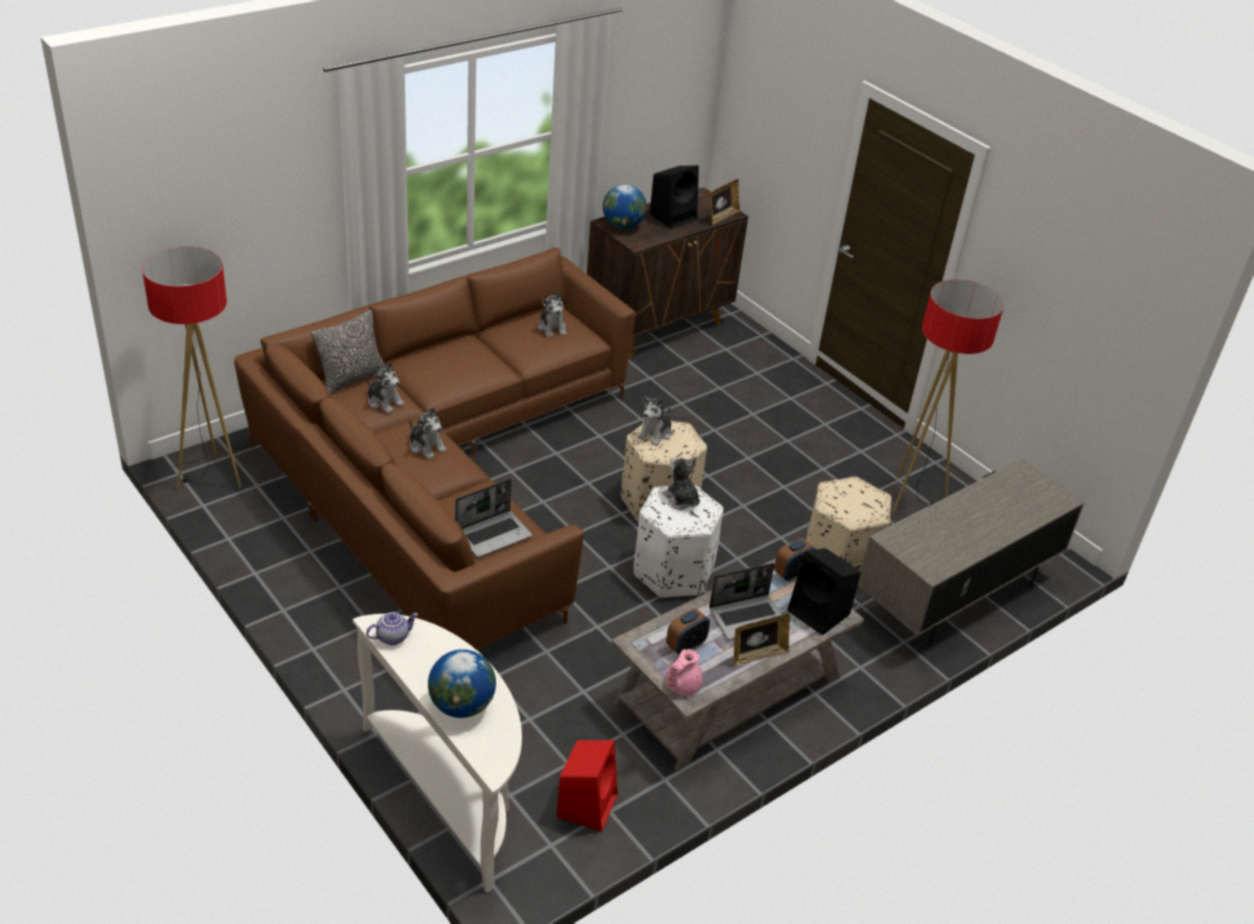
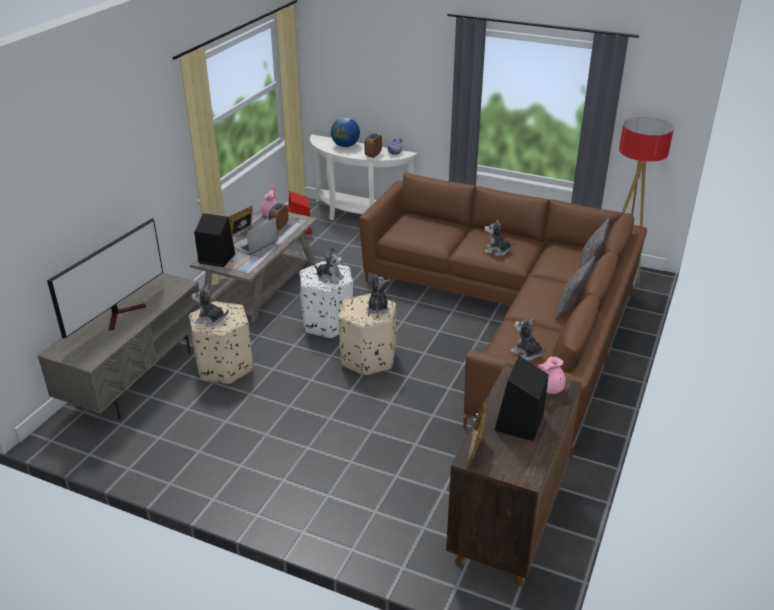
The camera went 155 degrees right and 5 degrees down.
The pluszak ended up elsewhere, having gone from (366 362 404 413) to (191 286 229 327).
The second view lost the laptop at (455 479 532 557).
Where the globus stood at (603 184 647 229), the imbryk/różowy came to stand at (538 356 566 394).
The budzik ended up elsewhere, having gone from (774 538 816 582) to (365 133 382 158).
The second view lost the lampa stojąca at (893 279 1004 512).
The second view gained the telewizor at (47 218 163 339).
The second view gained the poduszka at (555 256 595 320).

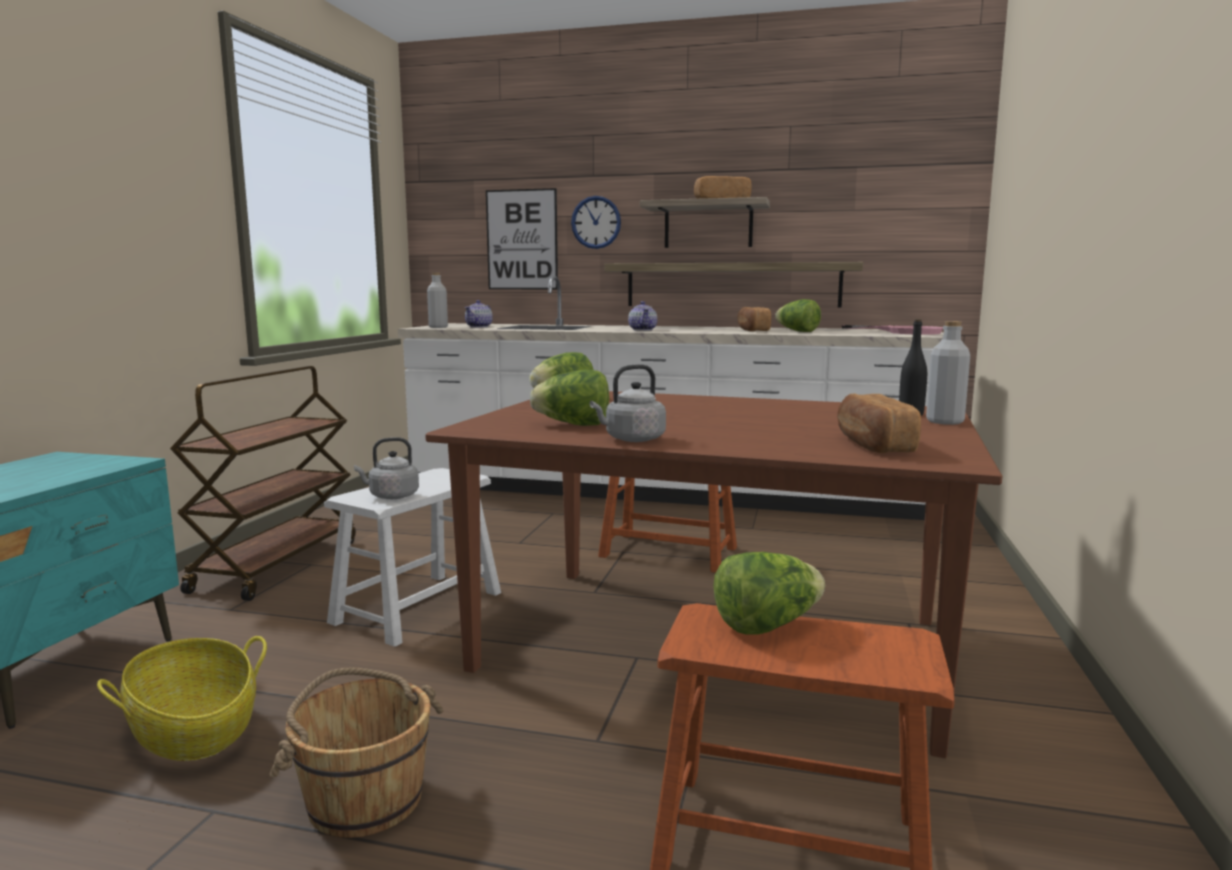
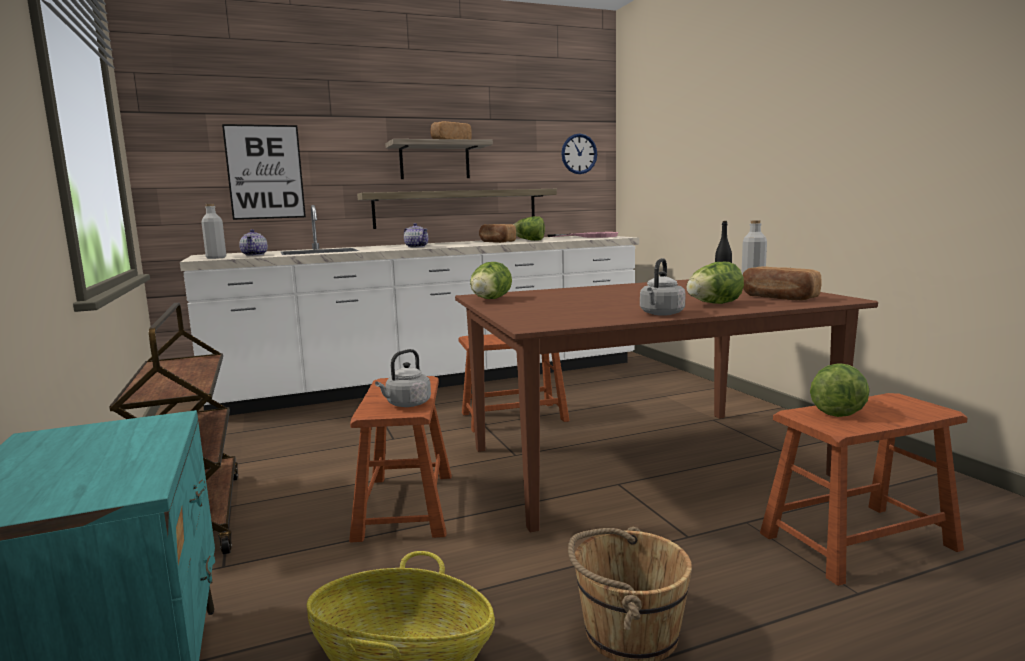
The camera went 35 degrees left and 0 degrees up.
What was the stołek/biały at (324 468 501 647) turned into the stołek/brązowy at (349 376 452 543).
The sałata ended up elsewhere, having gone from (530 370 609 426) to (686 262 744 304).
The zegar ścienny ended up elsewhere, having gone from (571 196 621 249) to (561 133 597 174).

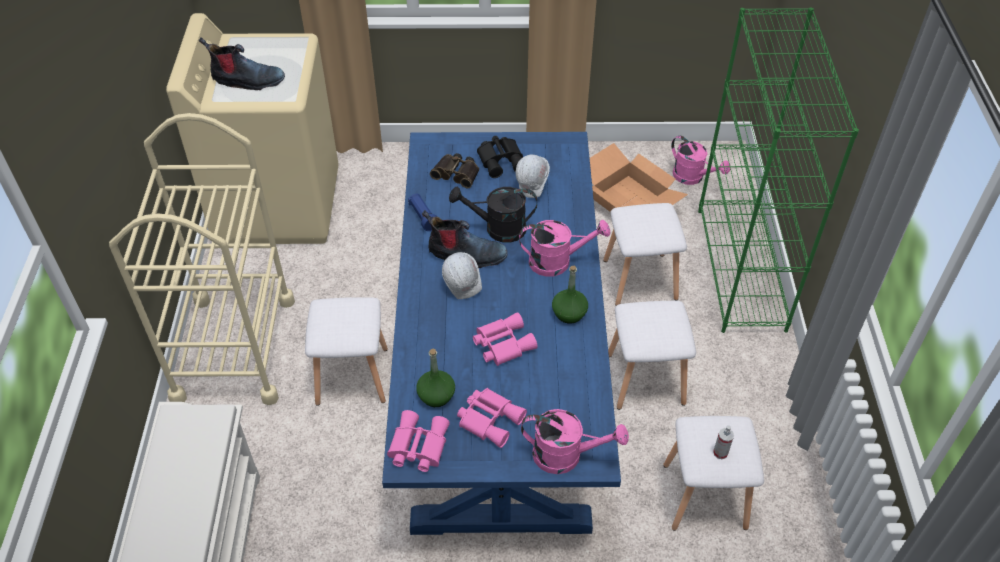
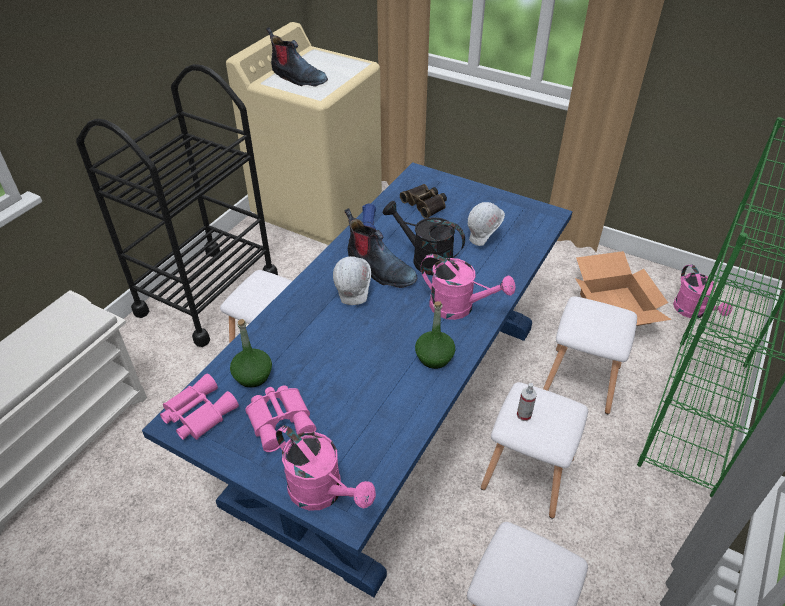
The camera went 30 degrees right and 5 degrees down.
What was the wózek/beżowy at (109 113 295 405) turned into the wózek/czarny at (76 64 278 347).
The second view lost the lornetka/różowy at (473 312 538 366).
The second view lost the lornetka/czarny at (477 136 523 178).
The spryskiwacz ended up elsewhere, having gone from (713 425 734 459) to (517 383 537 421).

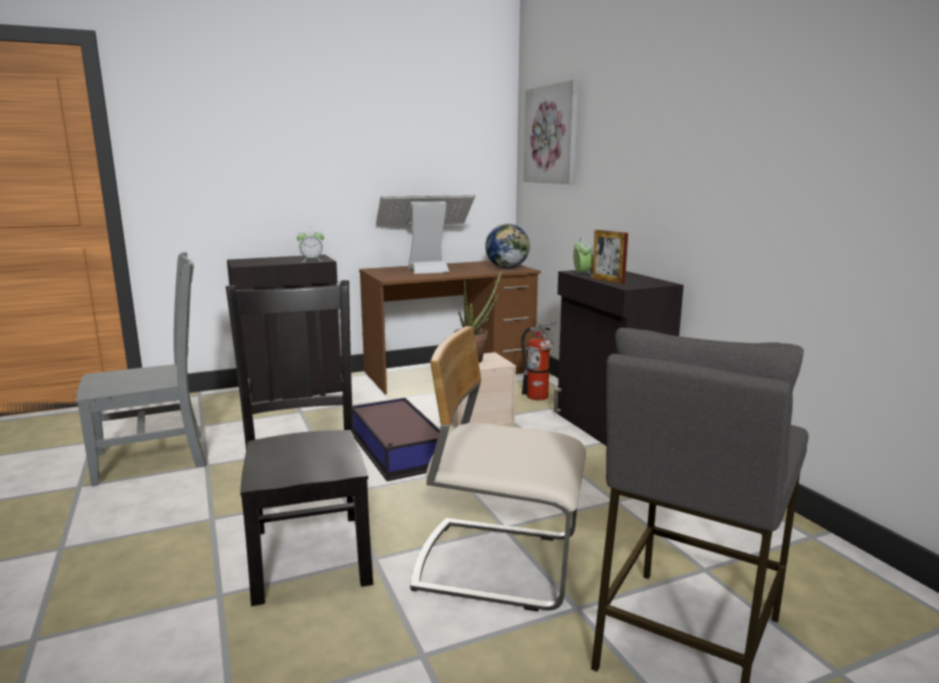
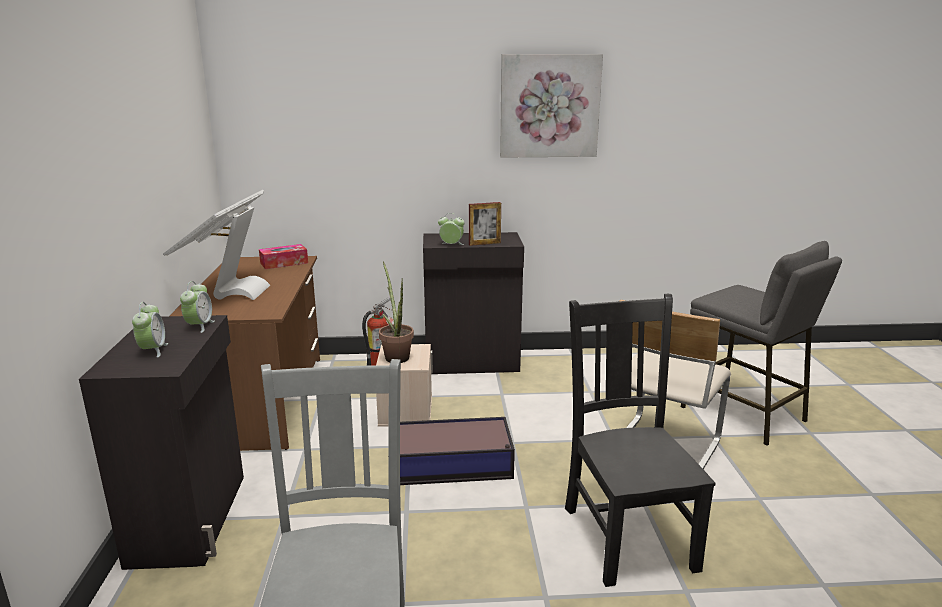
The camera went 70 degrees left and 5 degrees up.
The krzesło/czarny at (226 280 373 606) ended up facing another way, 75 degrees clockwise from before.
Where the globus stood at (485 224 530 269), the pudełko chusteczek came to stand at (259 244 308 269).
The obraz ended up elsewhere, having gone from (524 79 579 184) to (500 54 603 158).
The second view gained the budzik at (132 302 168 358).

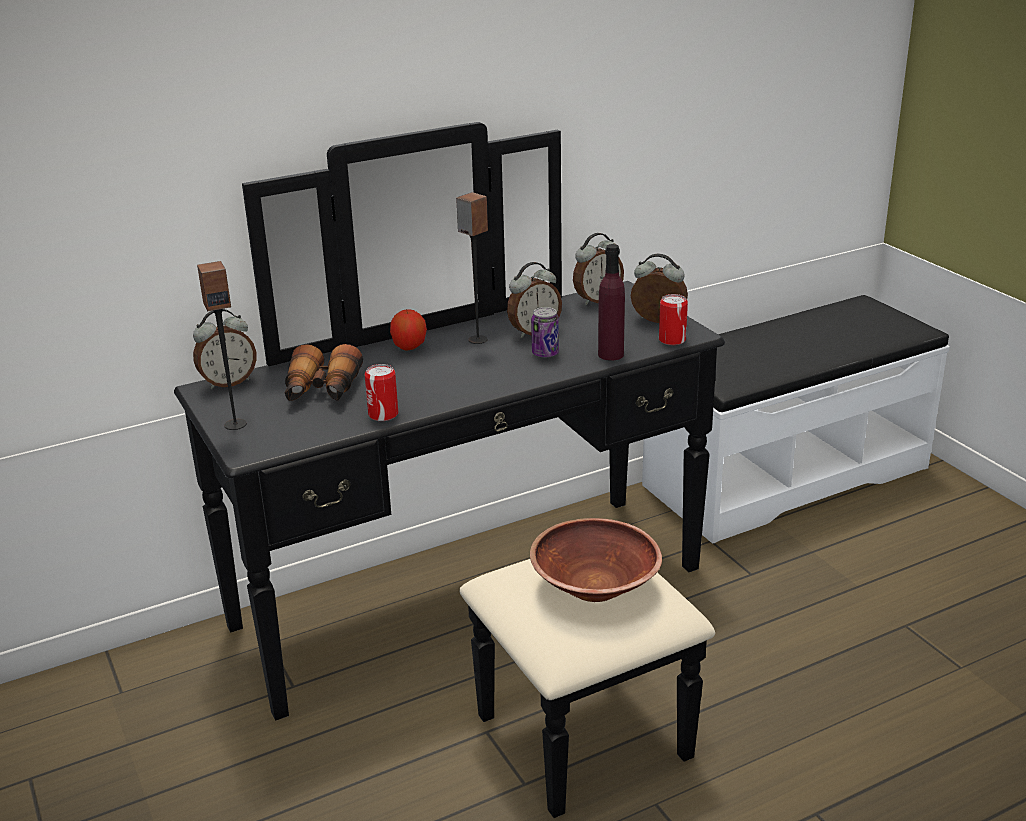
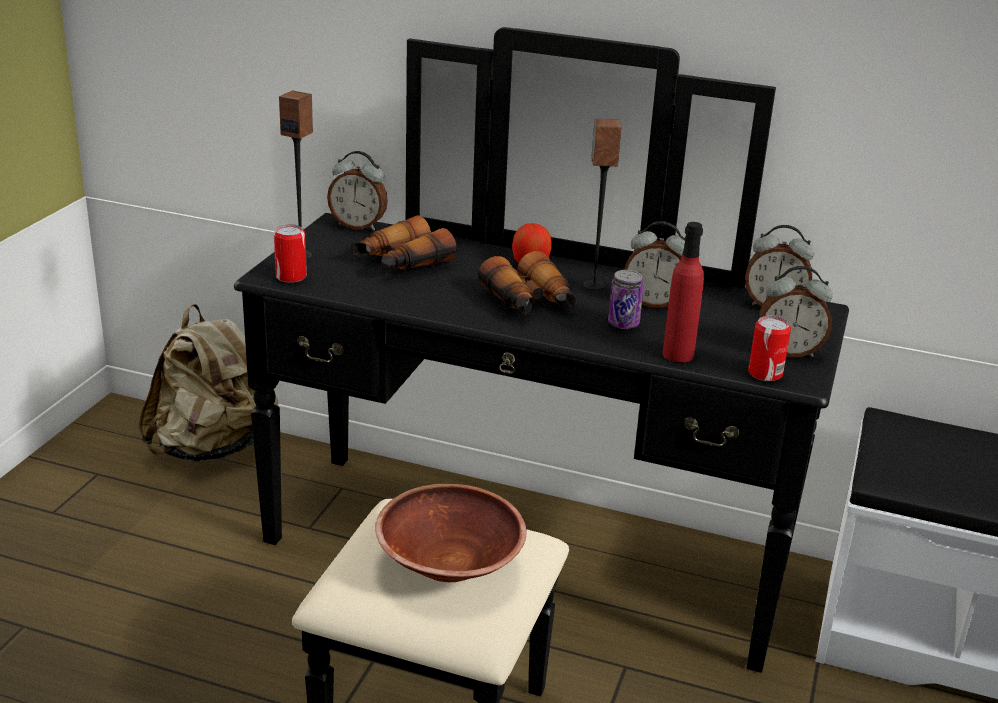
The camera went 45 degrees right and 0 degrees up.
The puszka ended up elsewhere, having gone from (365 364 398 421) to (274 224 307 283).
What was the butelka/fioletowy at (598 244 625 361) turned into the butelka/czerwony at (662 222 704 362).
The budzik at (631 254 688 323) ended up facing another way, 120 degrees clockwise from before.
The second view gained the plecak/beżowy at (138 304 278 462).
The second view gained the lornetka at (478 251 577 315).

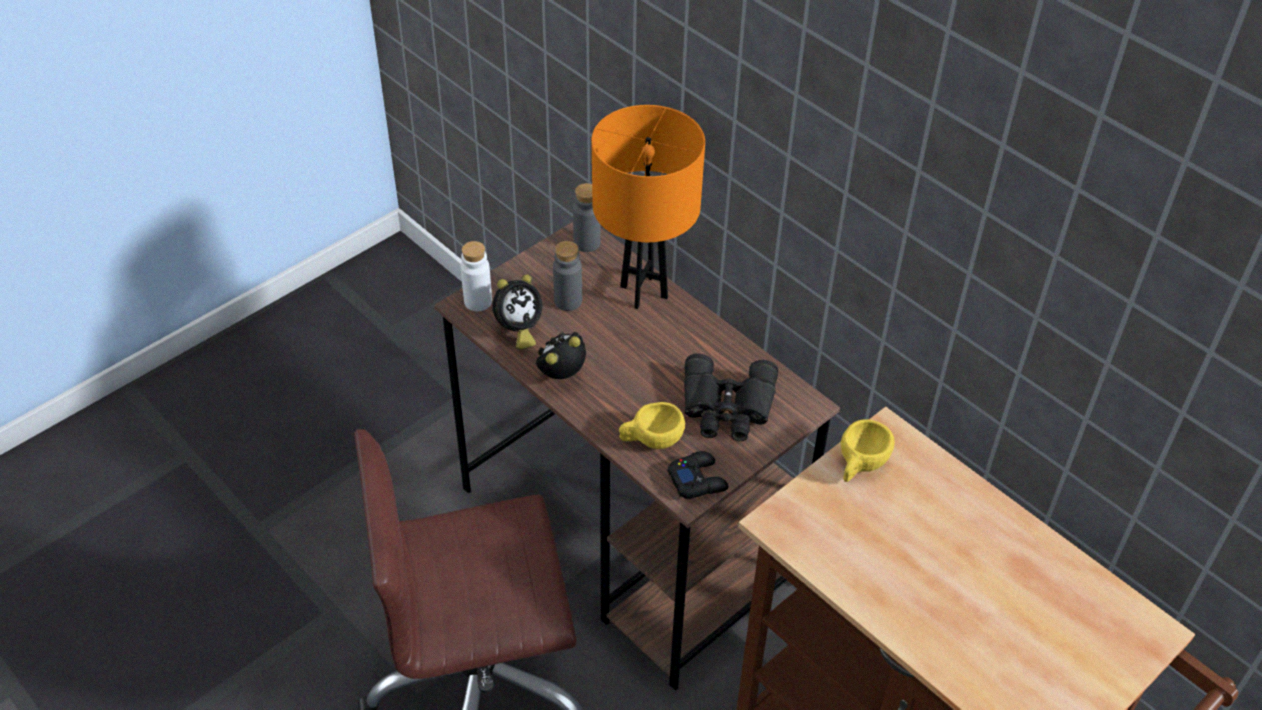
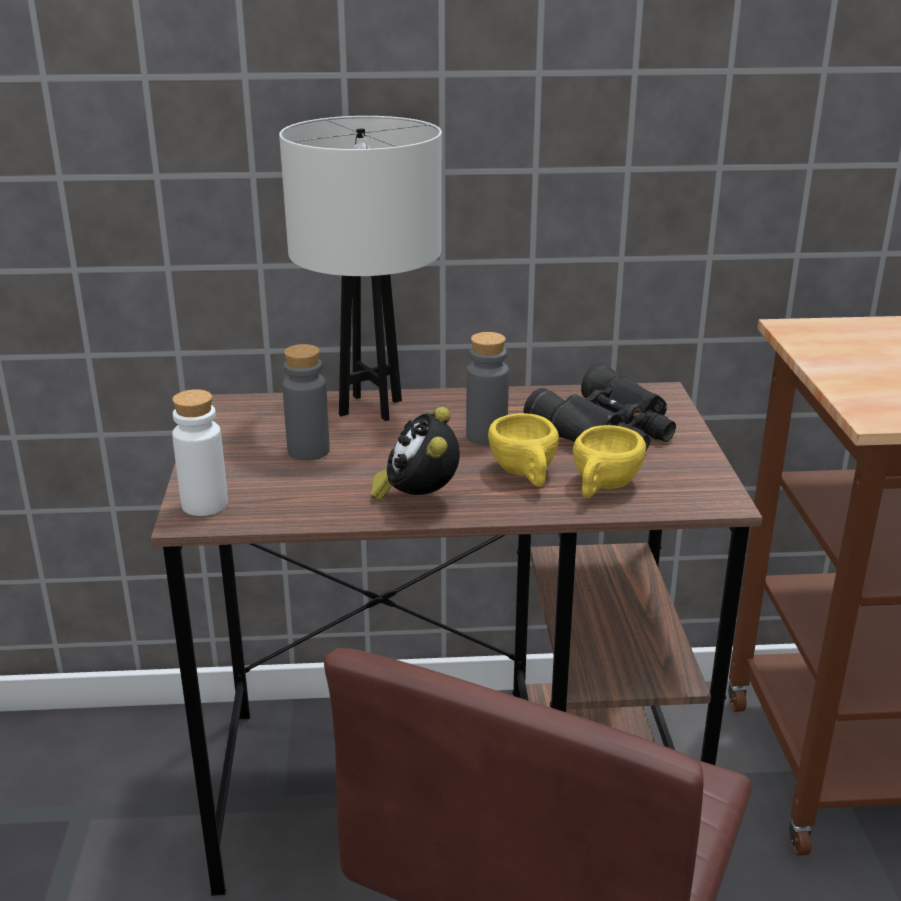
The camera went 50 degrees left and 20 degrees down.
The second view lost the budzik at (492 275 542 349).
The butelka/szary ended up elsewhere, having gone from (573 183 601 252) to (466 332 509 446).
What was the lampa stołowa/pomarańczowy at (591 105 705 309) turned into the lampa stołowa/biały at (279 116 442 421).
The second view lost the pad do gier/czarny at (667 451 728 499).
The filiżanka/żółty ended up elsewhere, having gone from (841 419 895 482) to (488 413 559 487).

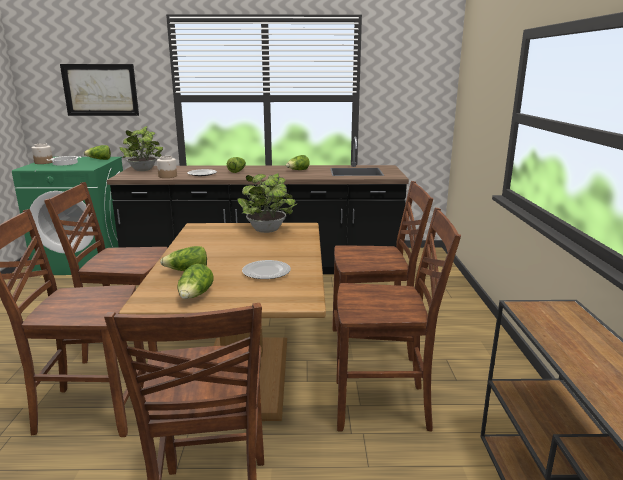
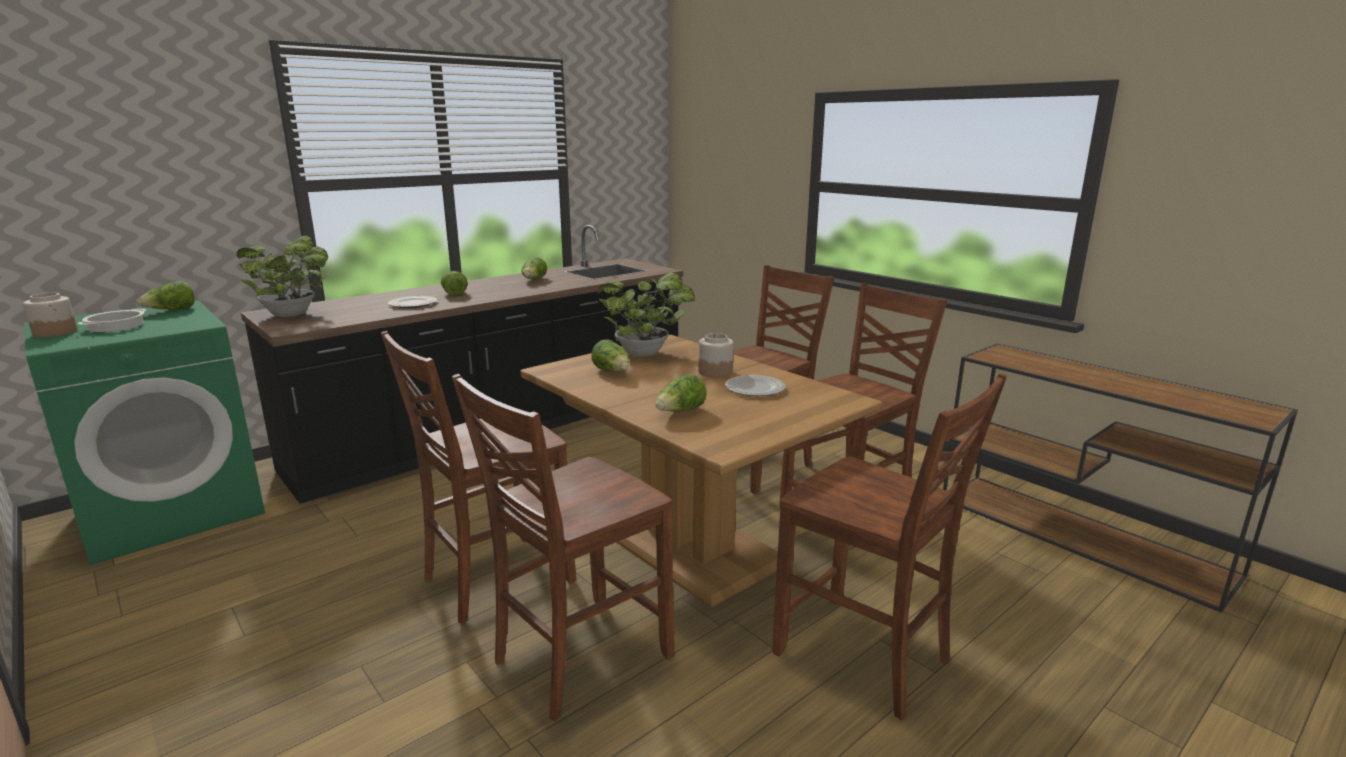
The camera went 40 degrees left and 0 degrees up.
The second view lost the obraz at (60 64 139 116).
The słoik ended up elsewhere, having gone from (157 156 177 178) to (698 333 734 378).
The sałata ended up elsewhere, having gone from (177 264 214 299) to (591 339 629 372).

